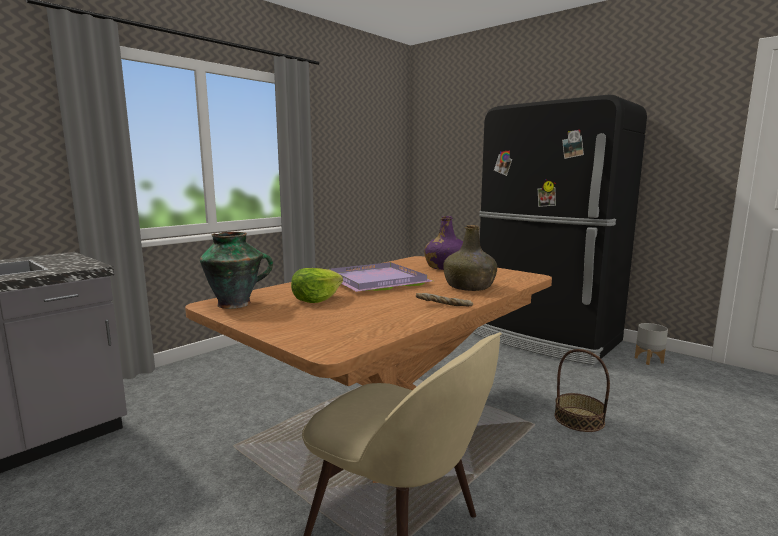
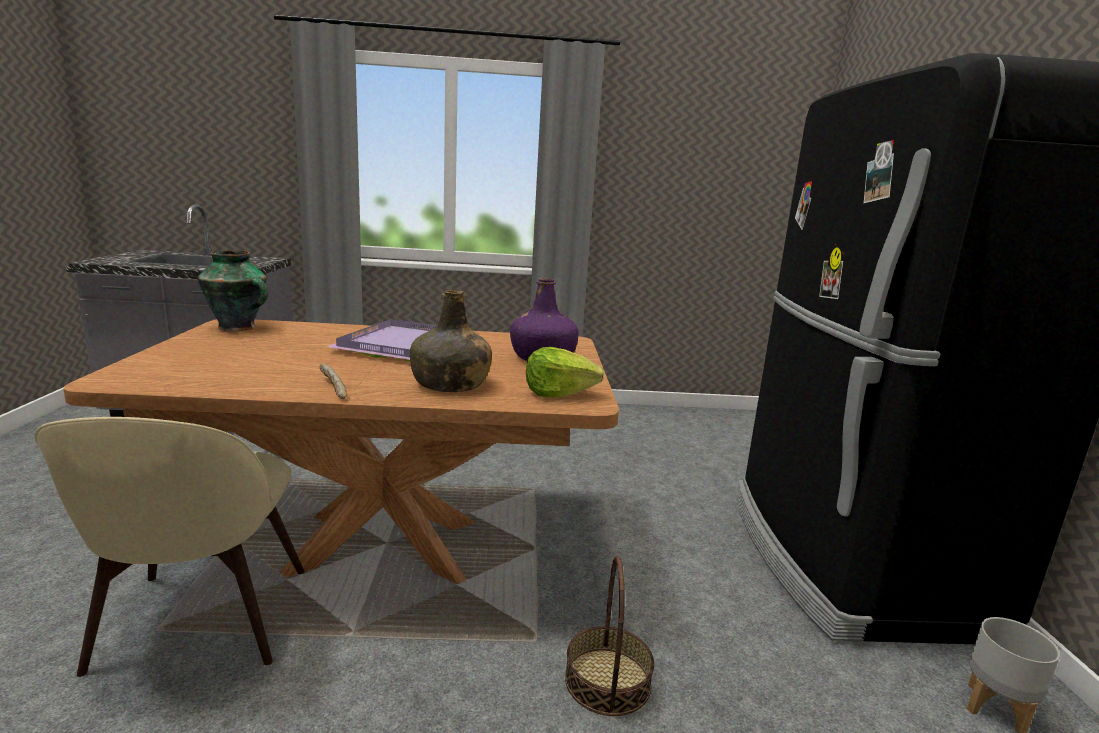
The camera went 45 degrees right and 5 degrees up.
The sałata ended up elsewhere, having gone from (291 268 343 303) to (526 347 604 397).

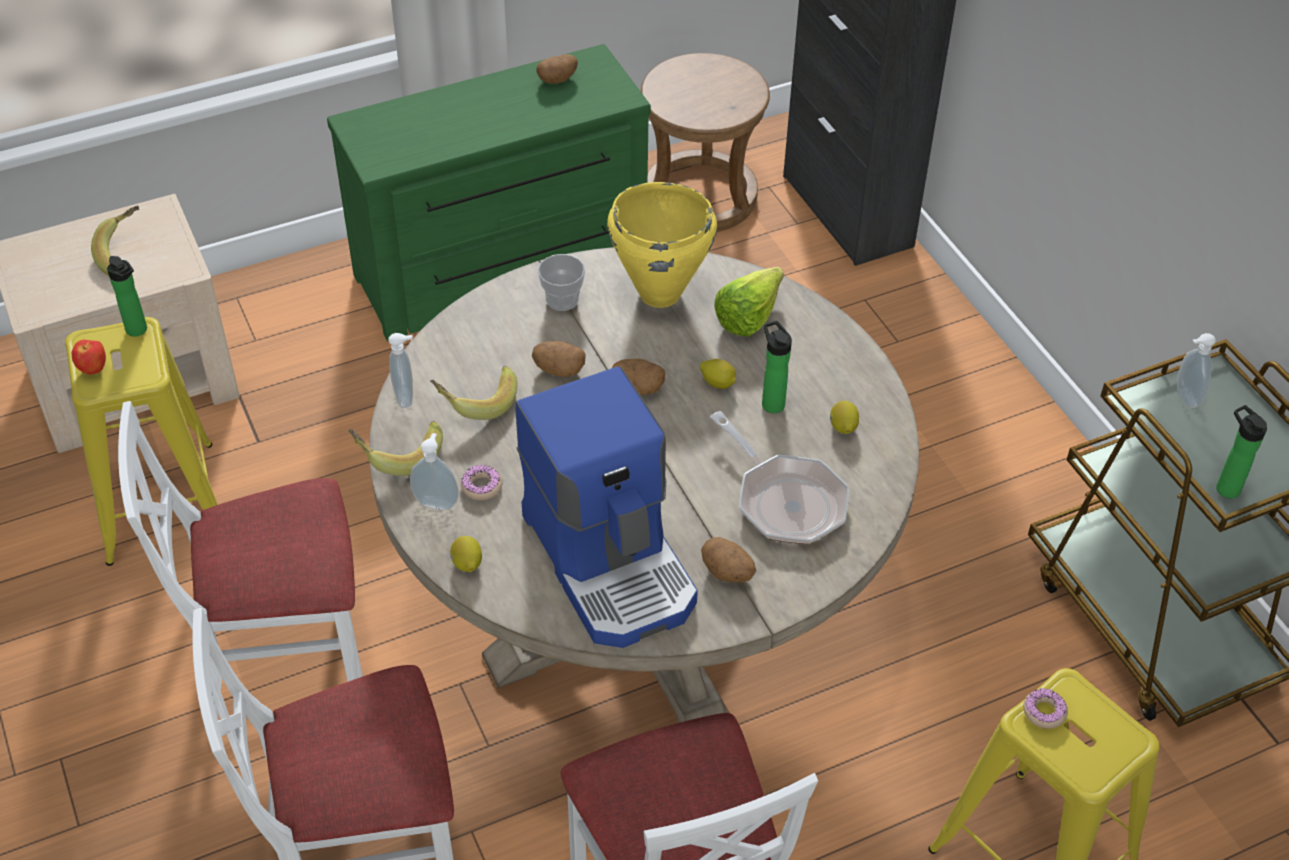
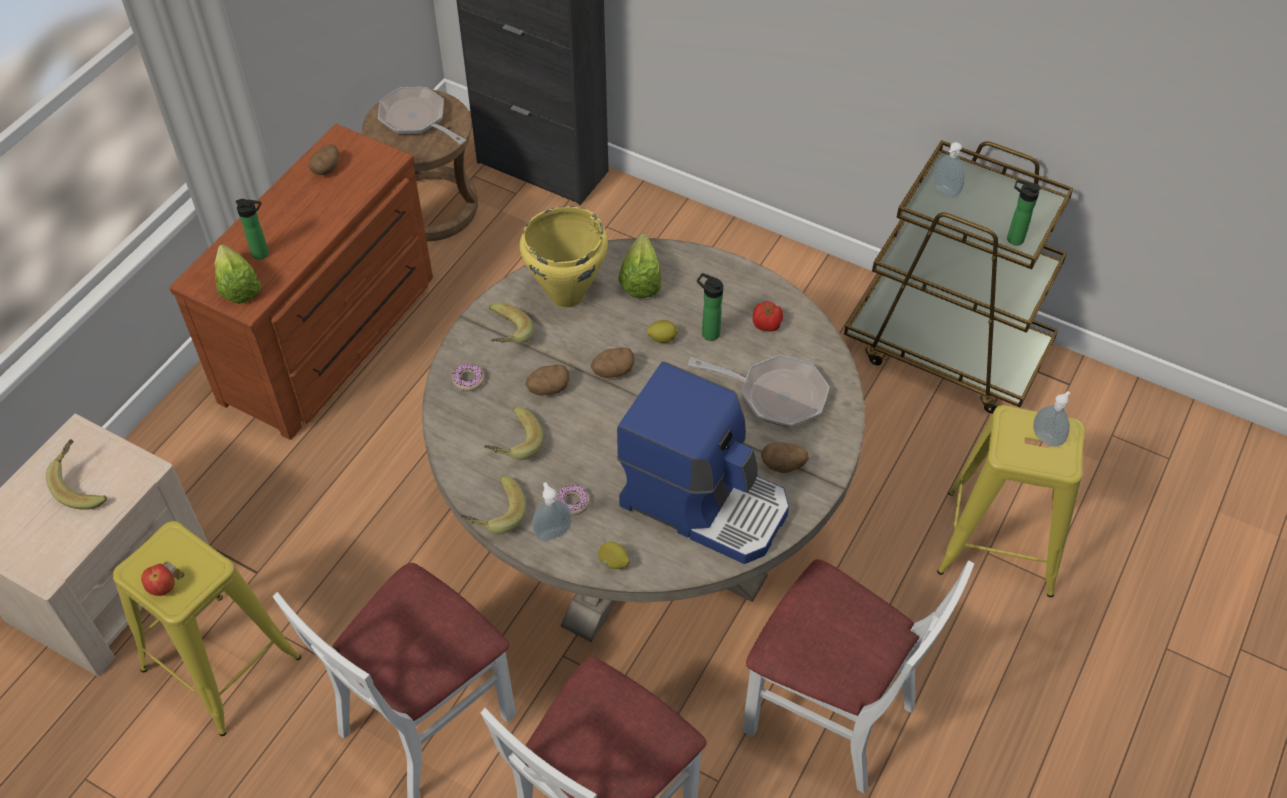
The camera went 35 degrees left and 5 degrees up.
The butelka ended up elsewhere, having gone from (107 256 147 337) to (235 199 269 260).
What was the komoda/zielony at (327 44 651 342) turned into the komoda/brązowy at (169 124 433 440).
The dozownik mydła ended up elsewhere, having gone from (388 333 413 408) to (1033 391 1070 447).
Where the filiżanka stood at (538 254 585 311), the banan came to stand at (489 302 533 343).
Where the cytryna stood at (830 401 859 434), the pomidor came to stand at (753 301 783 331).
The donut ended up elsewhere, having gone from (1023 688 1068 729) to (452 363 485 391).
The second view gained the sałata at (215 244 261 304).
The second view gained the patelnia at (378 87 466 145).

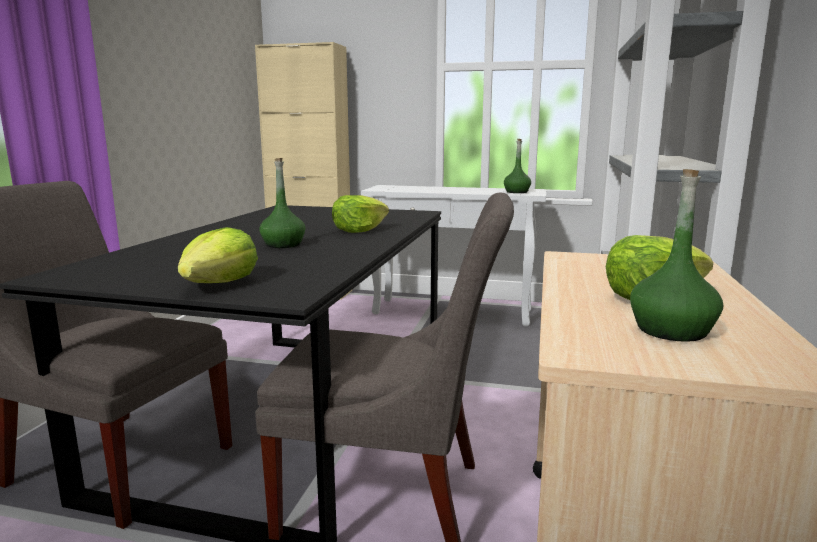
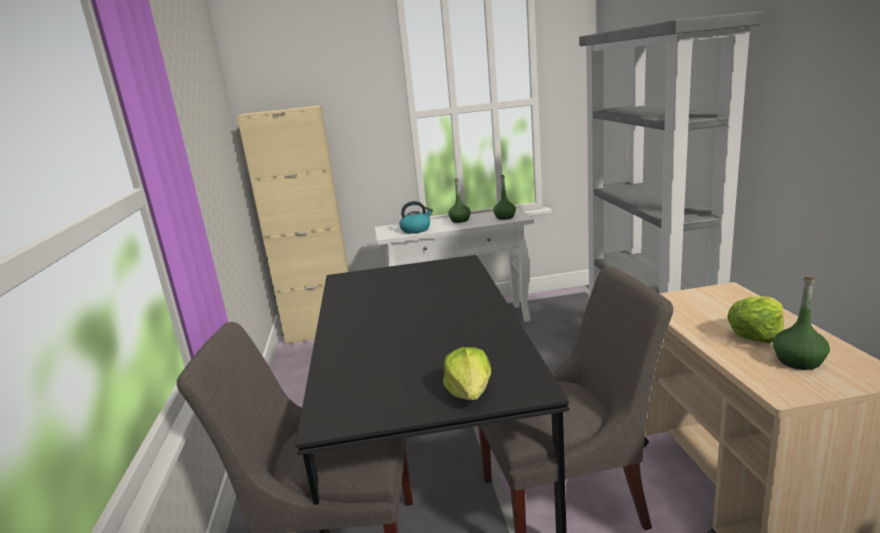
The camera went 20 degrees left and 5 degrees up.
The butelka/zielony ended up elsewhere, having gone from (259 158 305 248) to (448 178 471 223).
The second view lost the sałata at (332 195 389 233).
The second view gained the czajnik at (399 201 433 234).

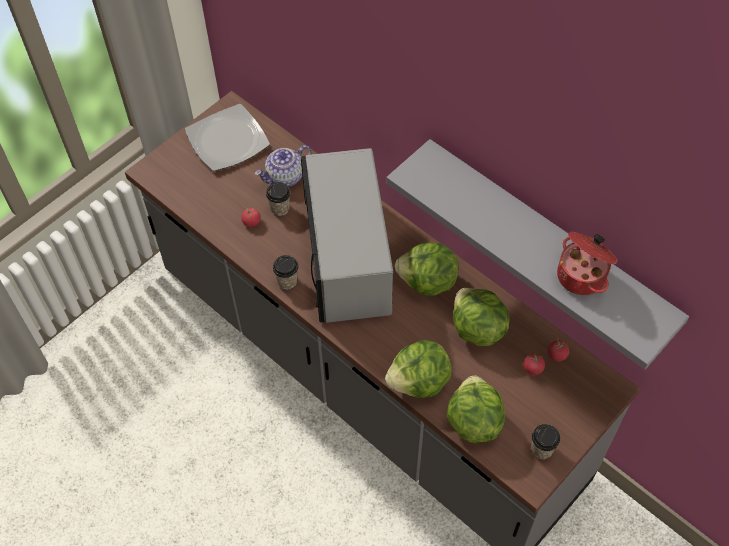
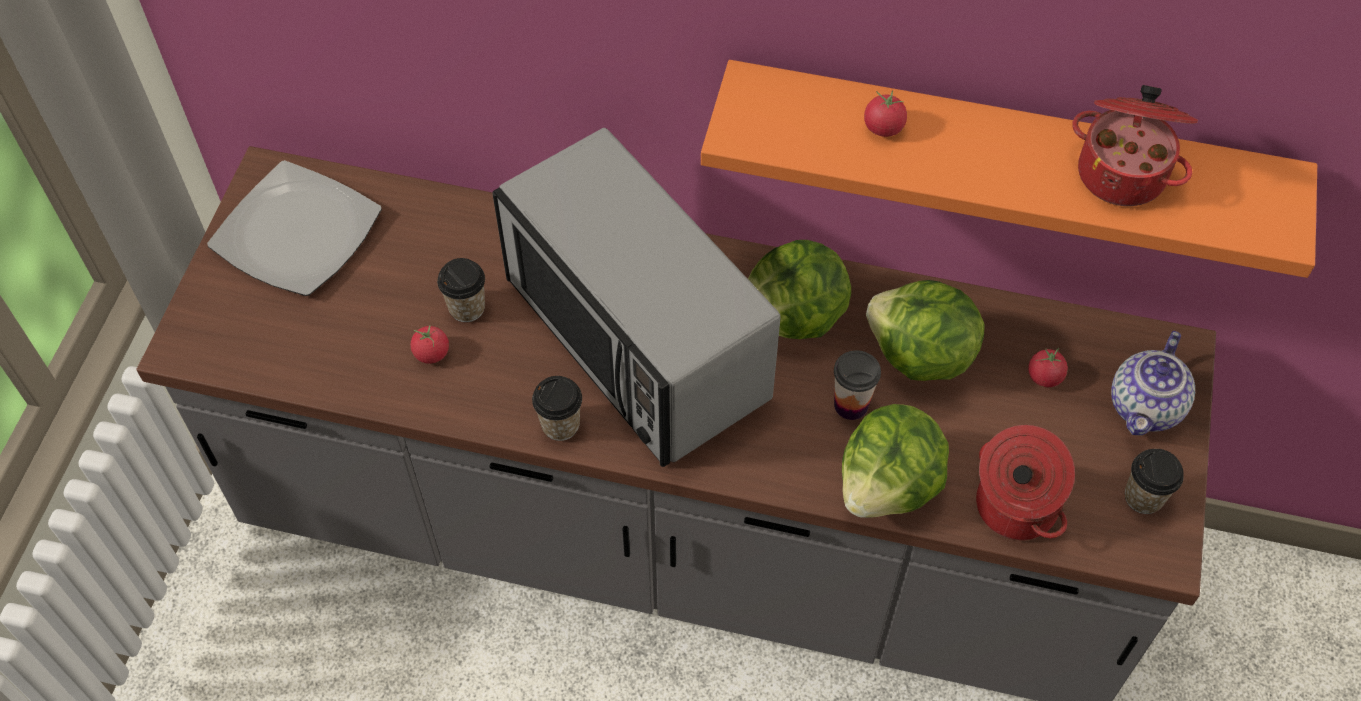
The camera went 30 degrees left and 0 degrees up.
The imbryk ended up elsewhere, having gone from (255 145 312 187) to (1111 331 1195 436).
What was the półka/szary at (386 139 689 370) turned into the półka/pomarańczowy at (701 60 1317 278).
Where the sałata stood at (447 376 505 443), the garnek came to stand at (976 425 1075 540).
The pomidor ended up elsewhere, having gone from (548 338 569 362) to (864 90 907 137).
The second view gained the filiżanka at (834 350 881 420).

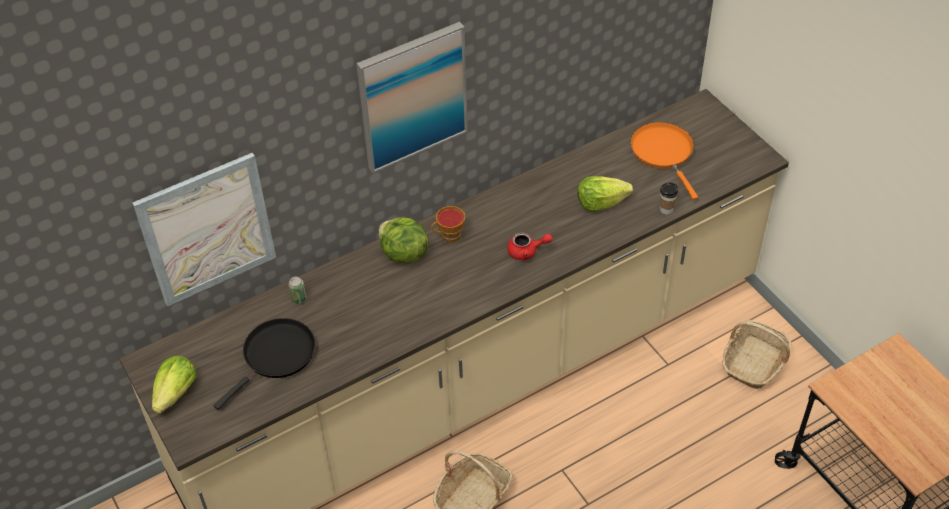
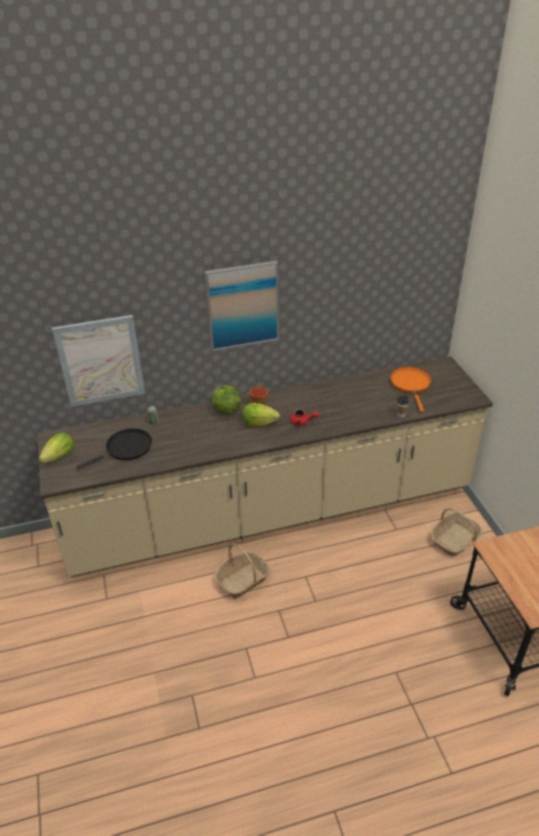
The camera went 15 degrees right and 10 degrees down.
The sałata ended up elsewhere, having gone from (577 176 633 211) to (243 403 280 426).

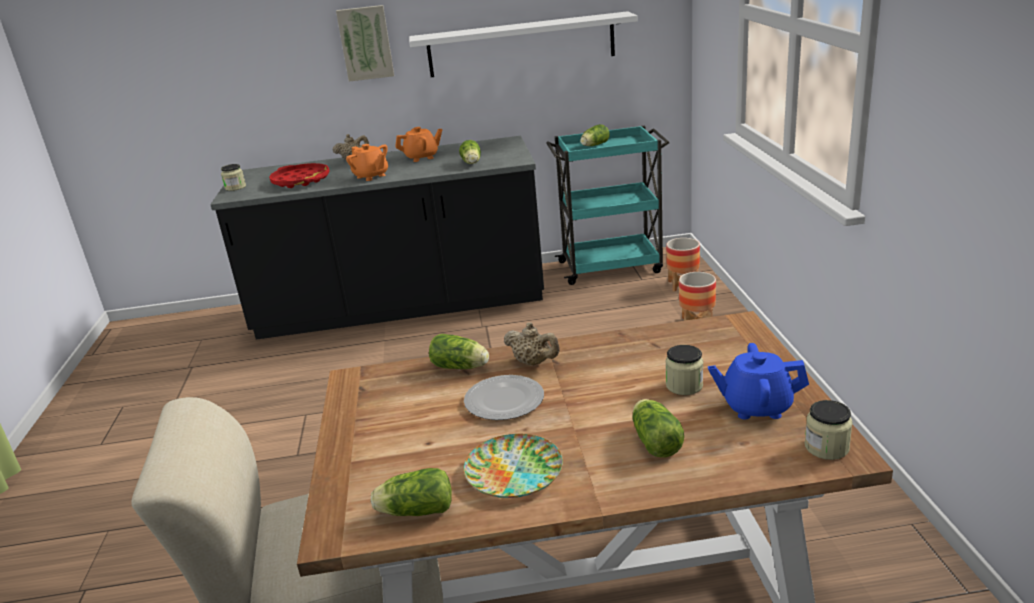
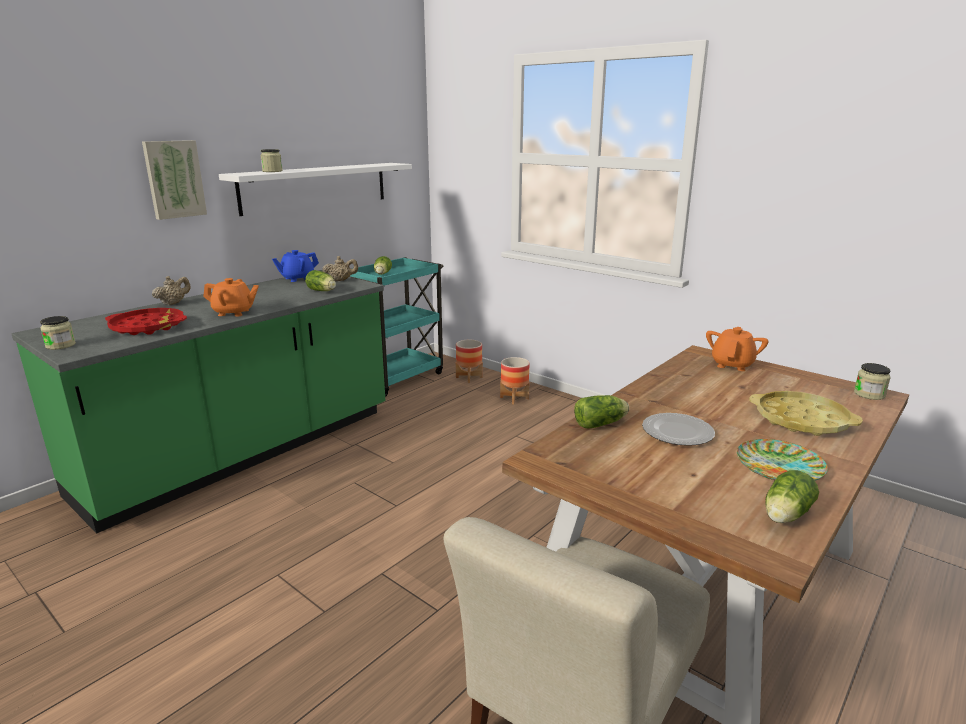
The camera went 45 degrees left and 5 degrees down.
What was the zabudowa kuchenna/czarny at (210 136 544 340) turned into the zabudowa kuchenna/zielony at (11 270 386 534).
The imbryk/pomarańczowy ended up elsewhere, having gone from (395 127 442 162) to (706 327 768 371).
The imbryk/beżowy ended up elsewhere, having gone from (504 322 560 365) to (322 256 358 281).
Where the sałata stood at (633 399 684 458), the taca/żółty came to stand at (749 391 863 436).
The słoik ended up elsewhere, having gone from (665 345 703 395) to (260 149 283 172).
The imbryk/niebieski ended up elsewhere, having gone from (708 343 809 420) to (272 250 319 282).

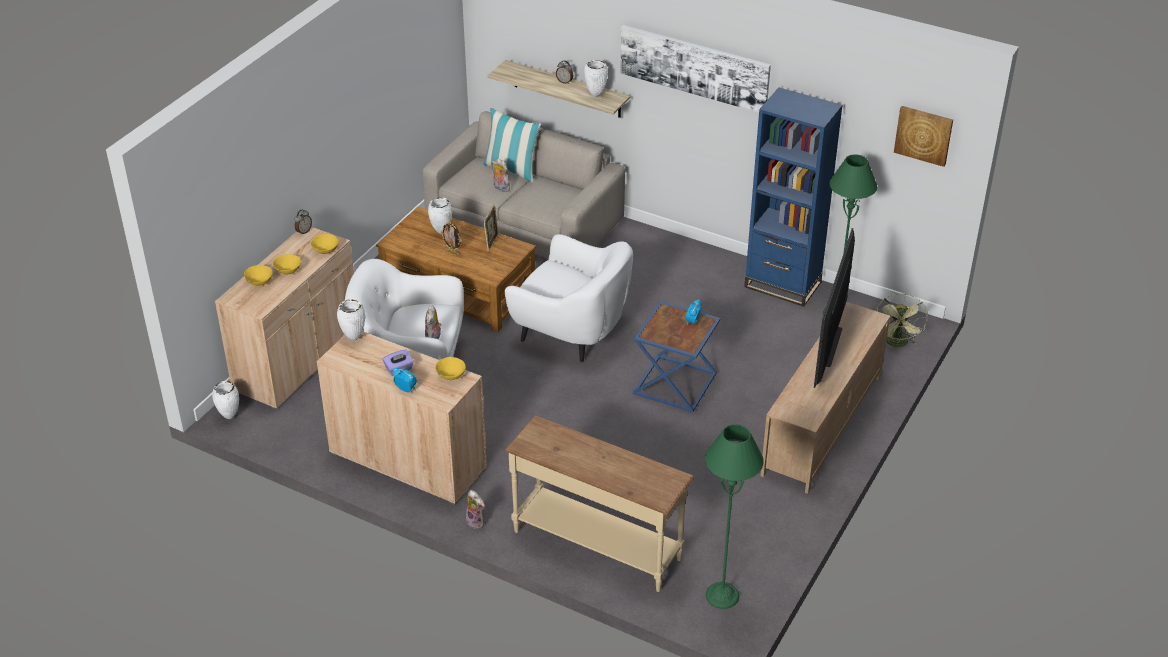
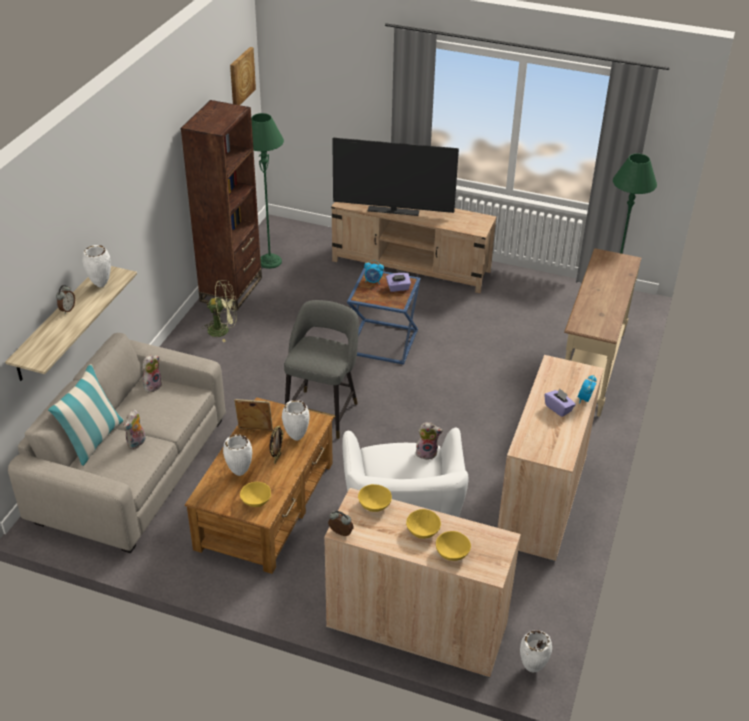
The camera went 100 degrees left and 0 degrees up.
The wazon/biały ended up elsewhere, having gone from (337 300 365 341) to (282 400 310 441).
The miska/żółty ended up elsewhere, having gone from (435 357 466 380) to (240 482 271 507).
The pluszak ended up elsewhere, having gone from (466 490 485 529) to (143 354 162 393).
Where the fotel/biały stood at (505 234 633 362), the stołek/szary came to stand at (284 300 359 439).
The second view lost the obraz at (620 25 771 113).
What was the regał/niebieski at (744 88 843 307) turned into the regał/brązowy at (181 100 262 310).
The wentylator/zielony ended up elsewhere, having gone from (876 294 928 347) to (202 280 237 342).
The second view gained the pudełko chusteczek/fioletowy at (386 273 411 292).

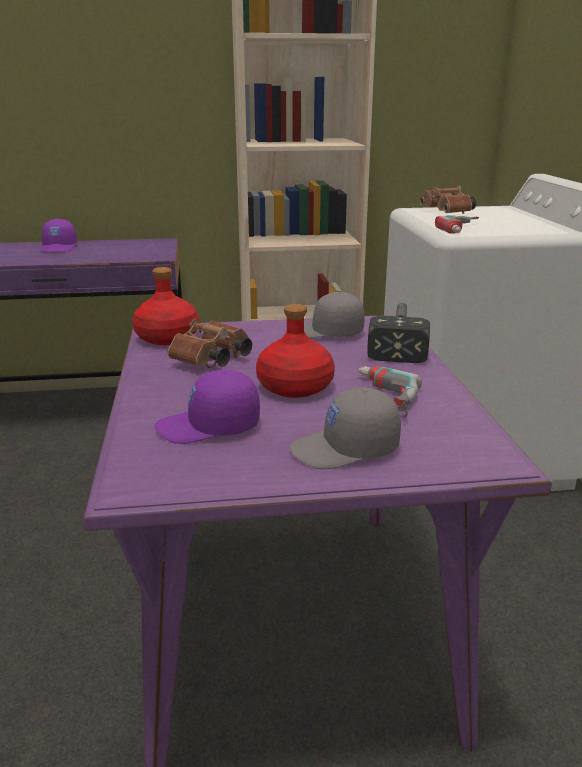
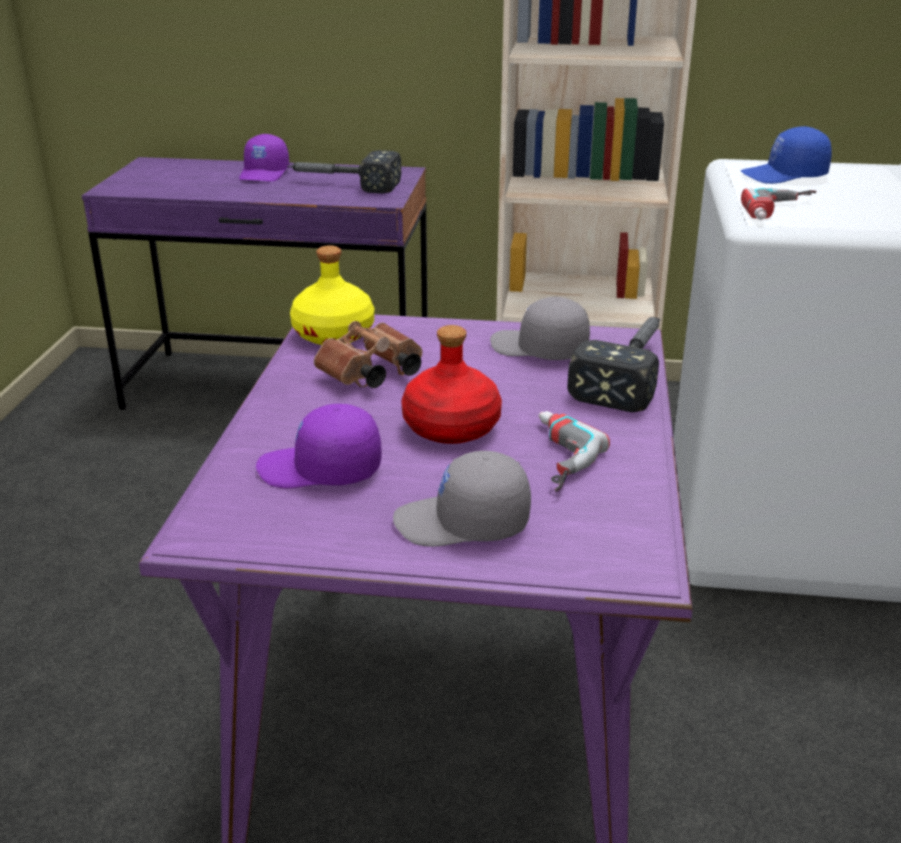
The camera went 15 degrees right and 5 degrees up.
What was the butelka/czerwony at (132 267 199 345) turned into the butelka/żółty at (290 245 374 345).
Where the lornetka/brązowy stood at (419 186 476 214), the czapka z daszkiem/niebieski came to stand at (741 126 832 184).
The second view gained the młotek at (287 150 401 193).

